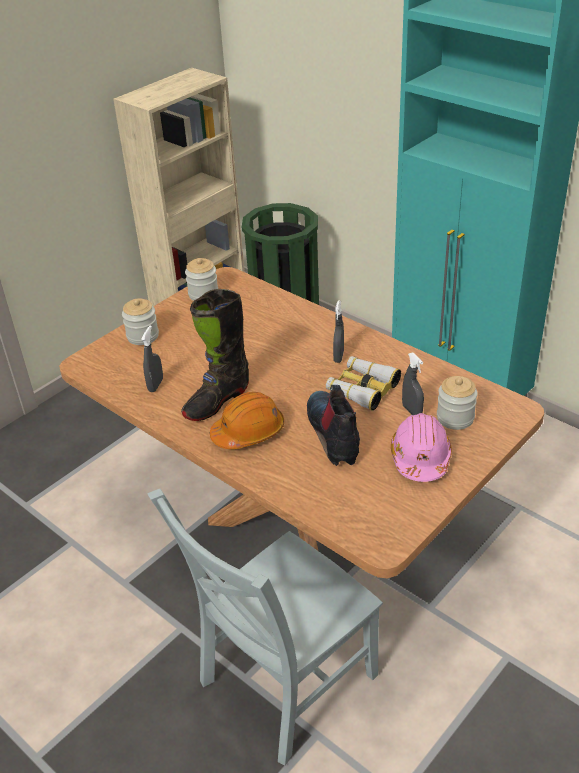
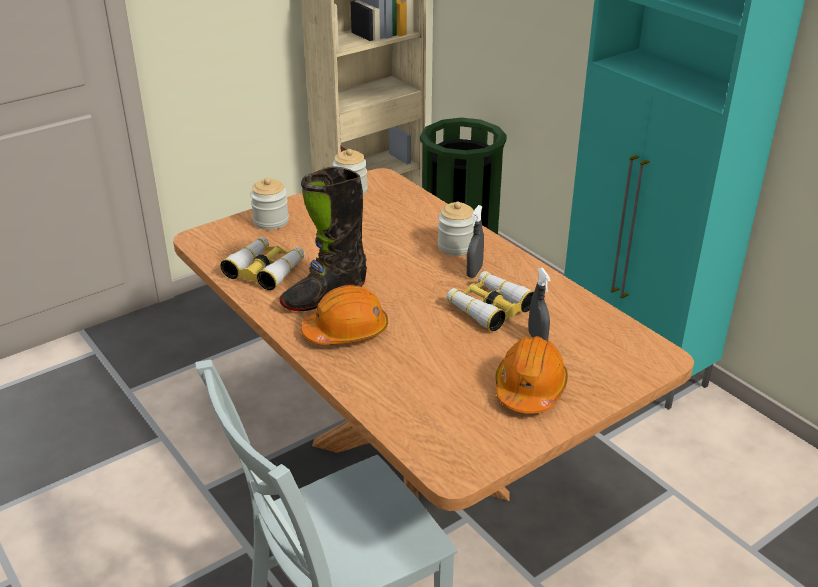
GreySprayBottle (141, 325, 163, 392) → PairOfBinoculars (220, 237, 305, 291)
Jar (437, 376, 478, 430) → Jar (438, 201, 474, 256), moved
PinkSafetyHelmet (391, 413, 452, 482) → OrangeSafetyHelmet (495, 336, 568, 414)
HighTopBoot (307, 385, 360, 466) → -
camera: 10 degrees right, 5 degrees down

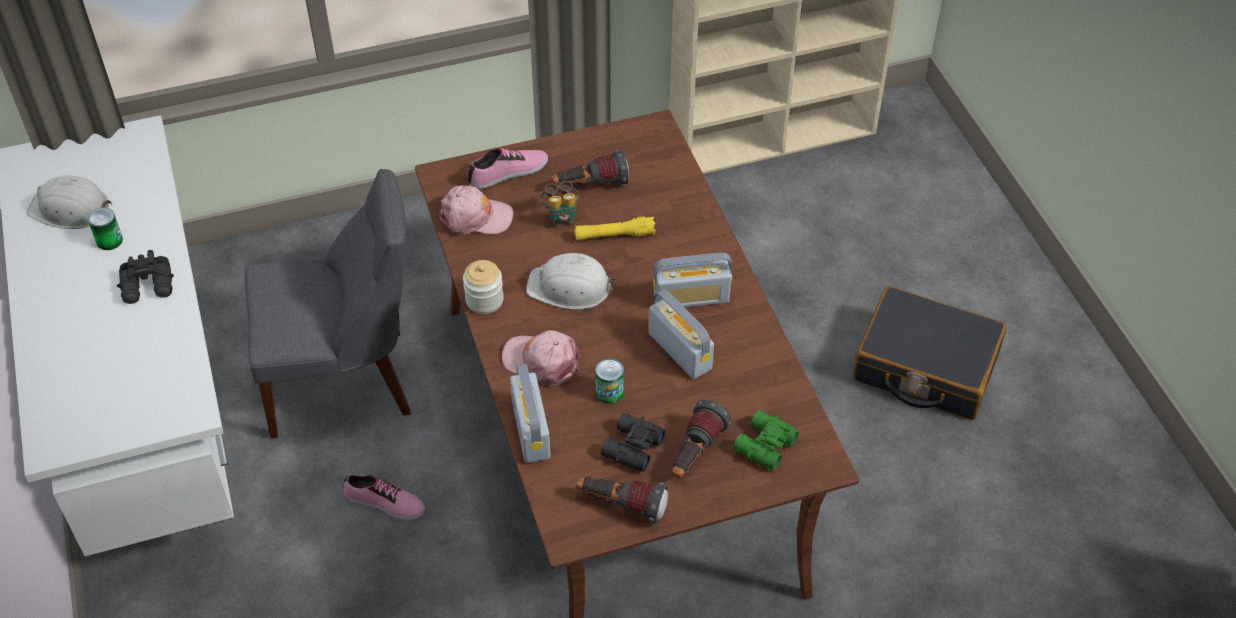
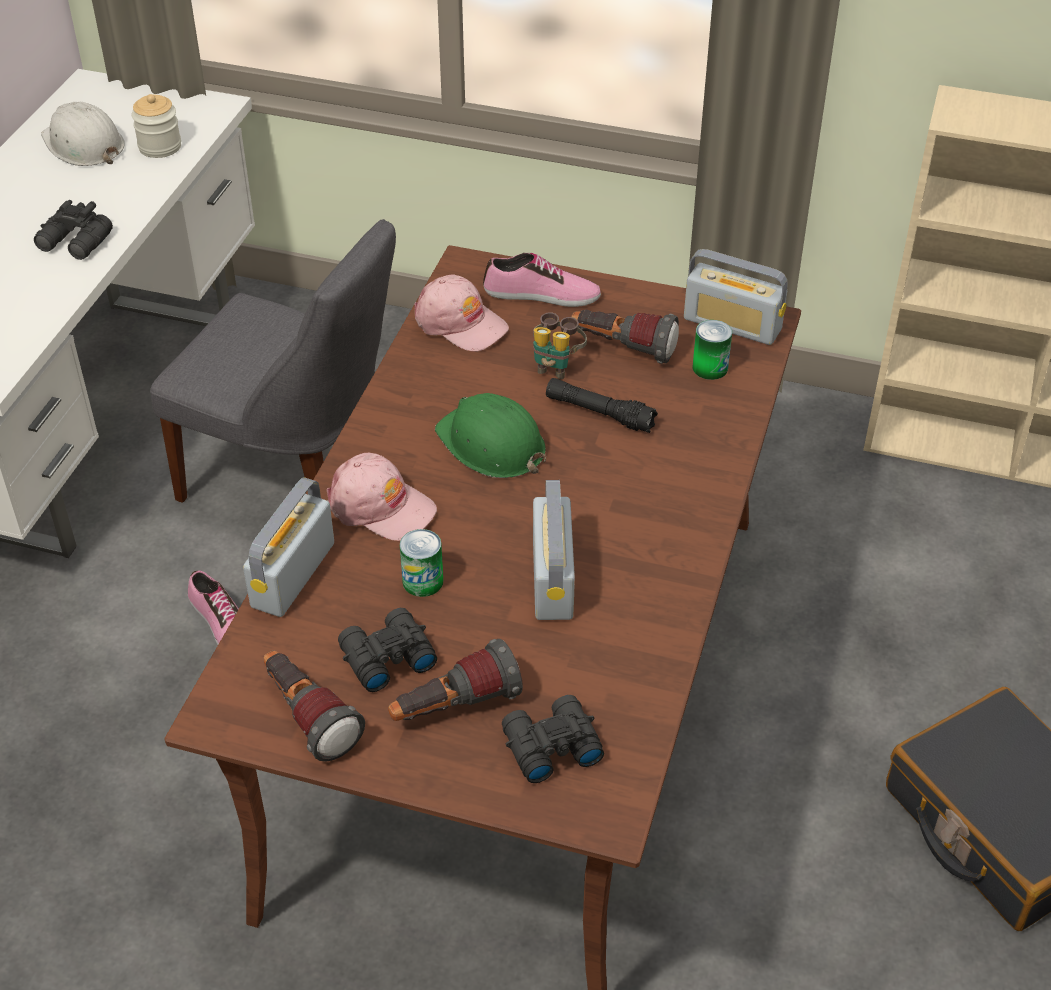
Jar (463, 260, 504, 314) → Jar (131, 94, 181, 158), moved
PinkCap (502, 330, 581, 386) → PinkCap (326, 453, 437, 541), 150 degrees clockwise
WhiteSafetyHelmet (526, 253, 616, 309) → GreenColouredSafetyHelmet (435, 393, 546, 478)
GreenColouredPairOfBinoculars (733, 410, 799, 470) → BlackPairOfBinoculars (502, 695, 604, 783)
YellowColouredTorch (575, 216, 656, 240) → BlackTorch (546, 378, 658, 433)
Radio (653, 253, 732, 308) → Radio (684, 249, 788, 345), moved
MetalCan (88, 208, 123, 250) → MetalCan (692, 320, 732, 380), moved
camera: 35 degrees right, 5 degrees down

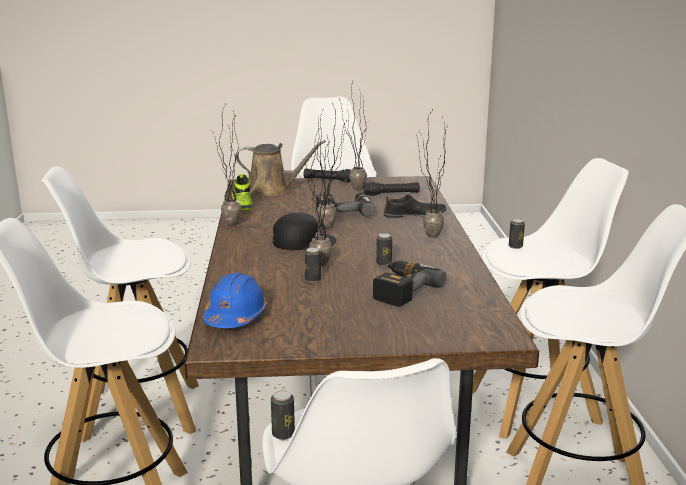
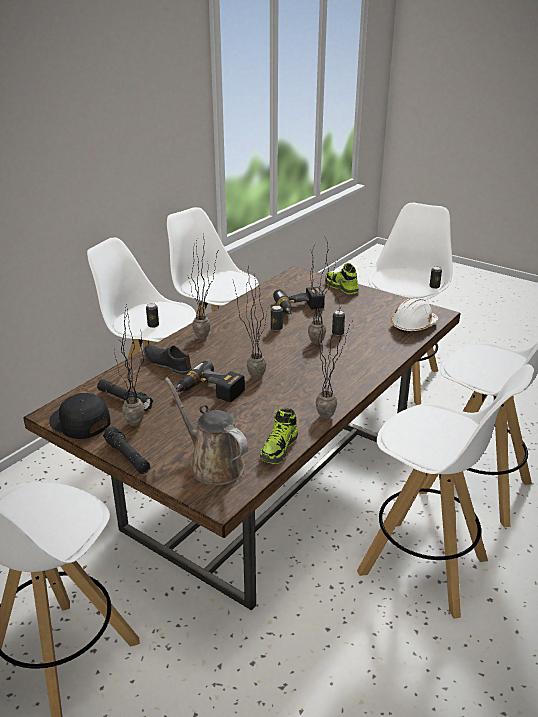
BlackCap (273, 213, 336, 250) → BlackCap (49, 393, 111, 439), moved
- → LowShoe (325, 263, 359, 294)
BlueColouredSafetyHelmet (203, 272, 267, 328) → WhiteSafetyHelmet (390, 298, 438, 333)
camera: 140 degrees left, 10 degrees up

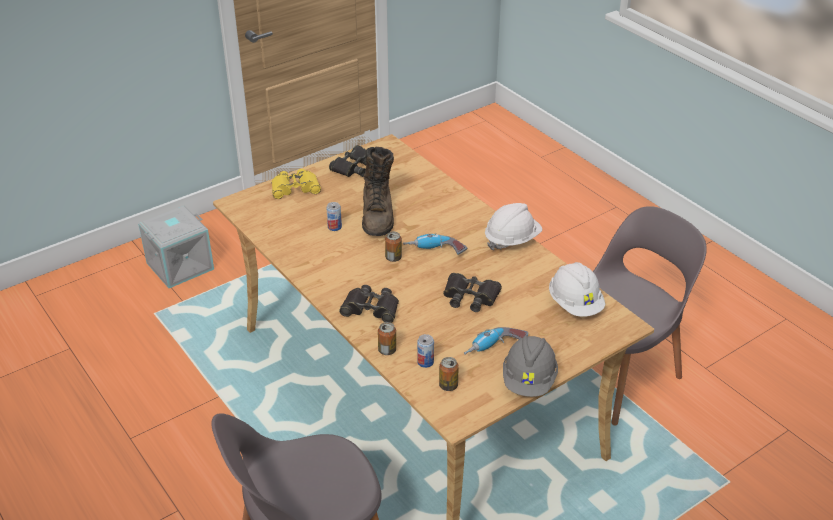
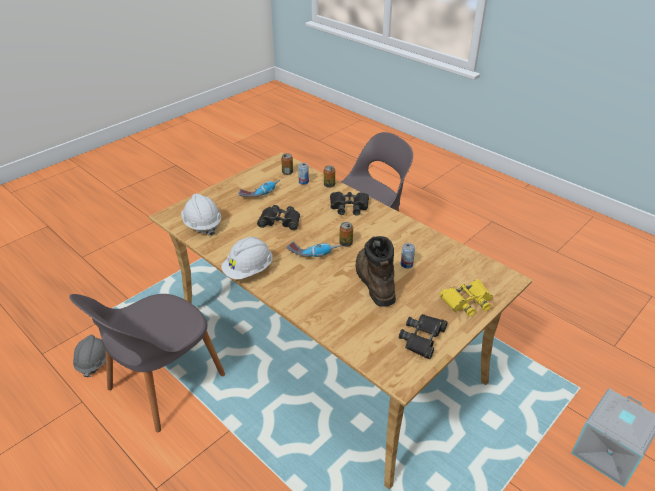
GreySafetyHelmet (503, 335, 558, 397) → GreySafetyHelmet (73, 335, 106, 378), moved
camera: 170 degrees right, 0 degrees up

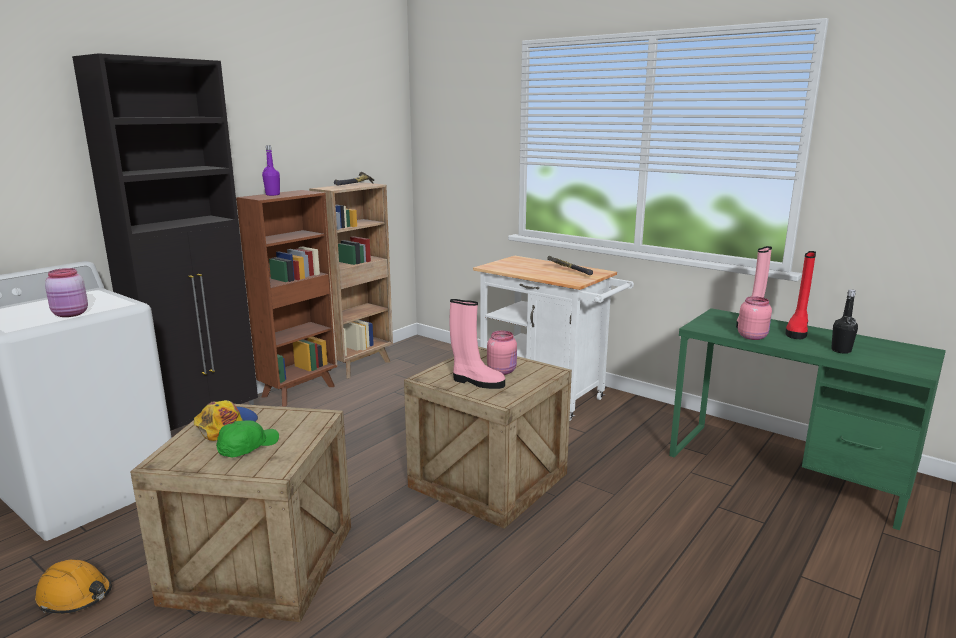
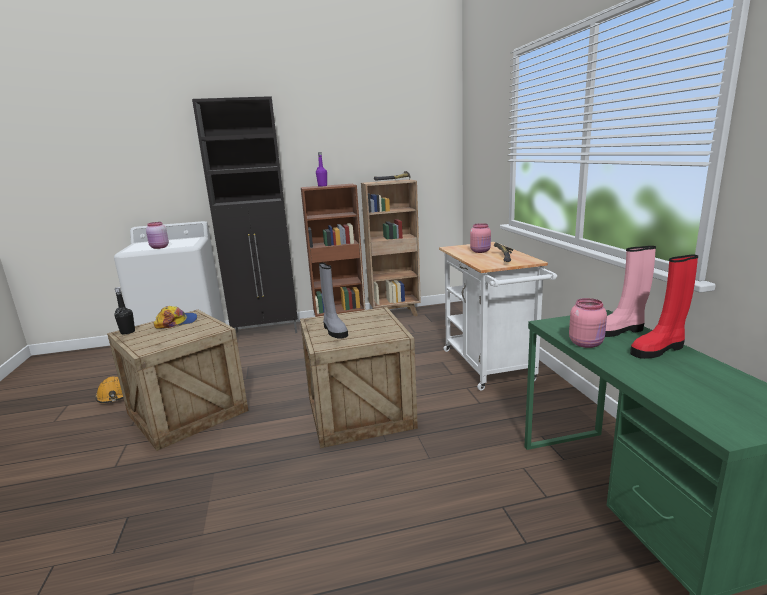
BlackBeverageBottle (831, 289, 858, 354) → BlackBeverageBottle (114, 287, 135, 334), moved
PinkHighTopBoot (450, 299, 505, 389) → GreyHighTopBoot (319, 263, 348, 339)
PinkJar (487, 331, 517, 375) → PinkJar (470, 223, 491, 253), moved
GreenColouredCap (216, 420, 279, 457) → -
camera: 40 degrees right, 0 degrees up

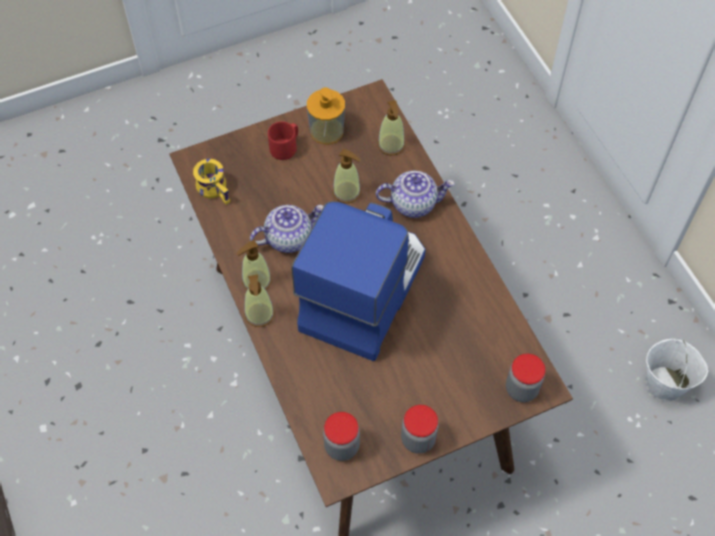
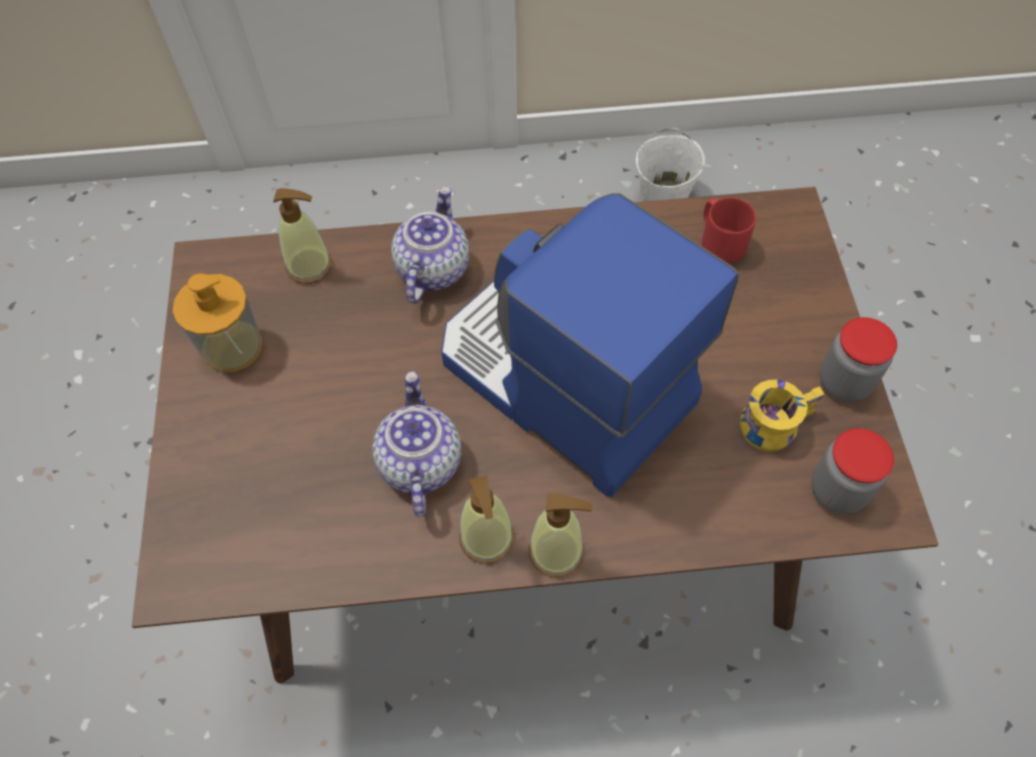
RedMug (268, 121, 298, 160) → RedMug (702, 197, 756, 263), moved
YellowColouredMug (193, 159, 230, 204) → YellowColouredMug (740, 380, 825, 452), moved
LiquidSoapBottle (333, 149, 361, 203) → -
Jar (506, 354, 545, 402) → -
camera: 70 degrees left, 0 degrees up

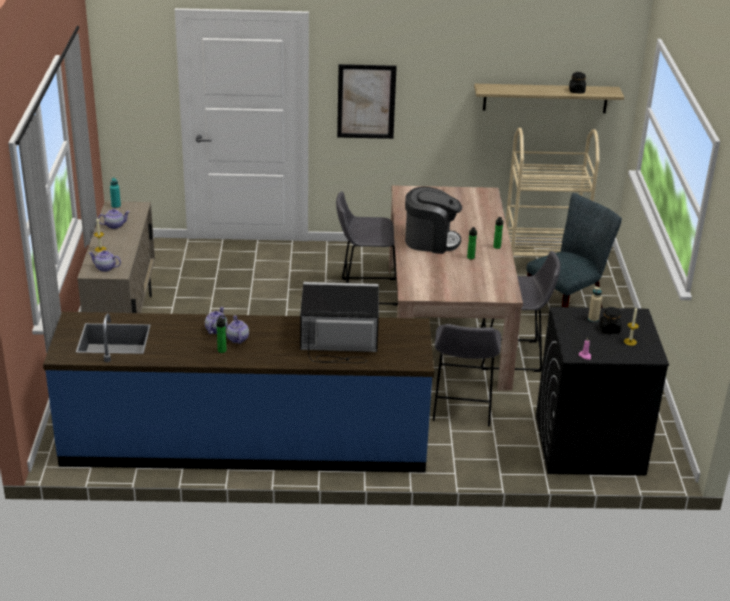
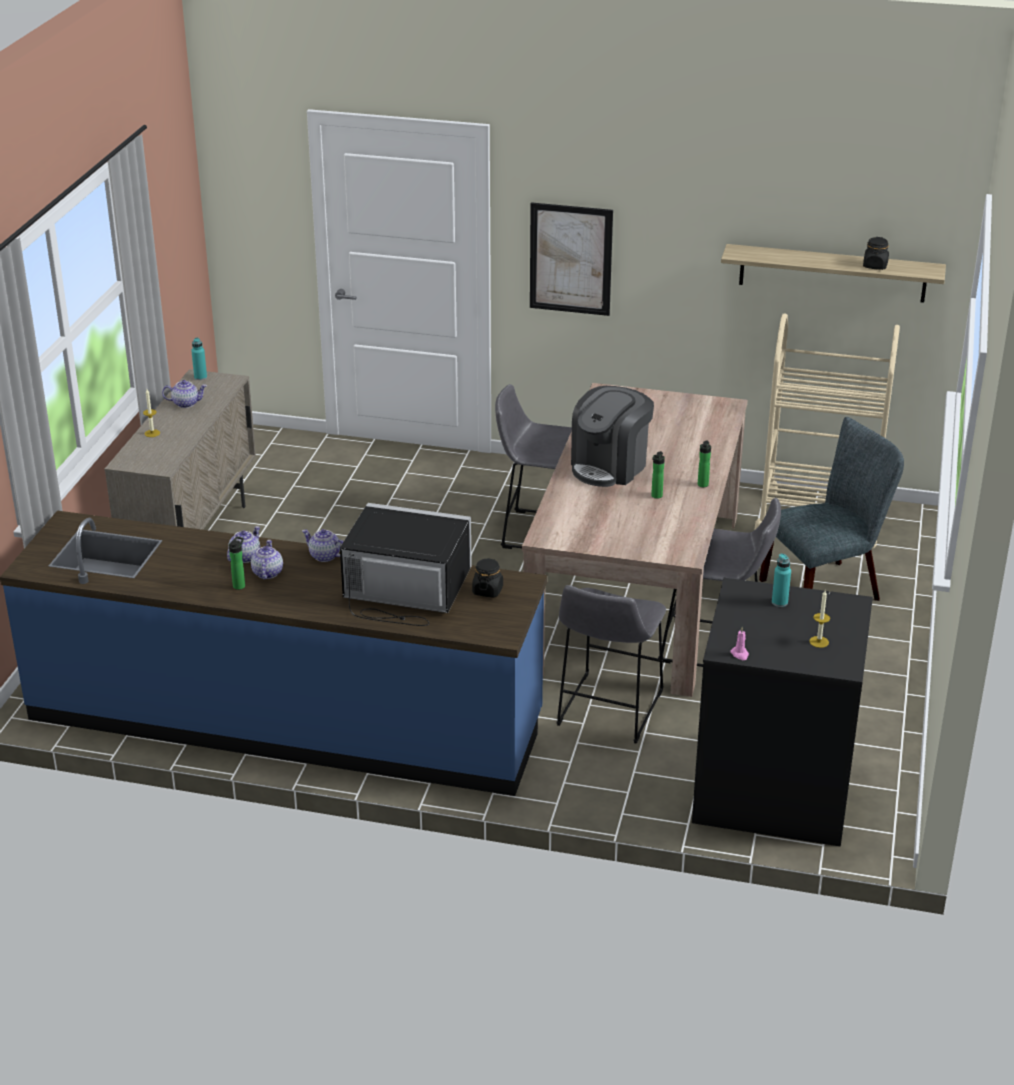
TeaPot (89, 250, 121, 272) → TeaPot (302, 529, 343, 562), moved
BlackJar (600, 307, 621, 334) → BlackJar (472, 558, 503, 598), moved
CoffeeMaker (405, 187, 462, 254) → CoffeeMaker (571, 386, 654, 487), 105 degrees clockwise
SandColouredBeverageBottle (588, 286, 602, 322) → BlueGreenBeverageBottle (772, 553, 791, 607)
camera: 15 degrees right, 0 degrees up

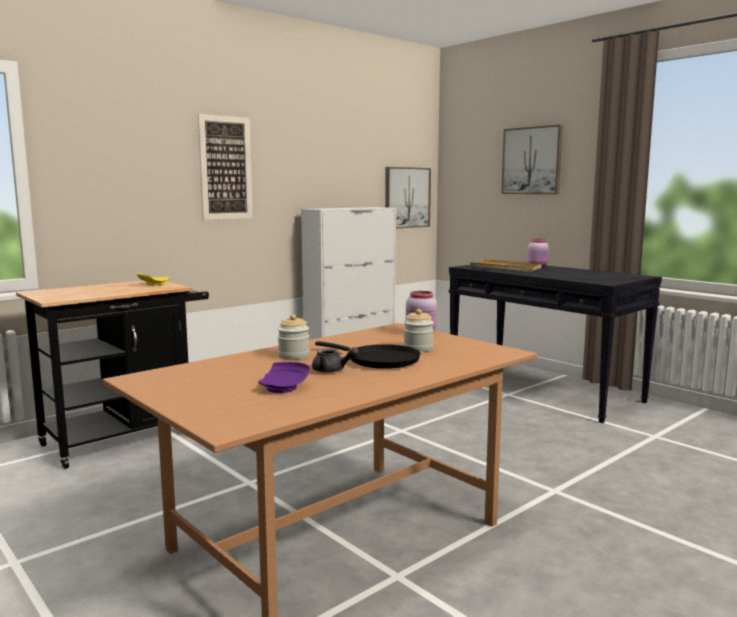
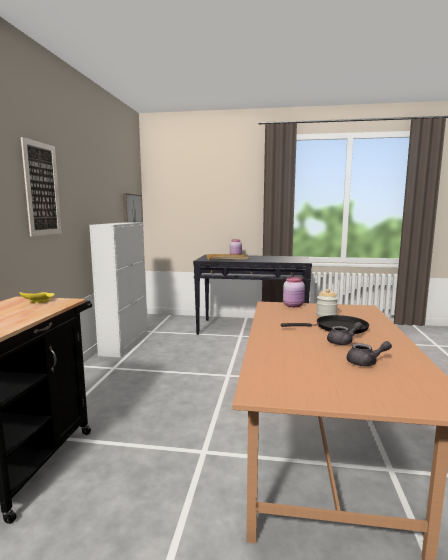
PurplePlate (258, 362, 310, 393) → GreyTeaPot (347, 341, 392, 366)
Jar (278, 314, 310, 359) → -
Picture (501, 125, 563, 194) → -
camera: 40 degrees left, 0 degrees up

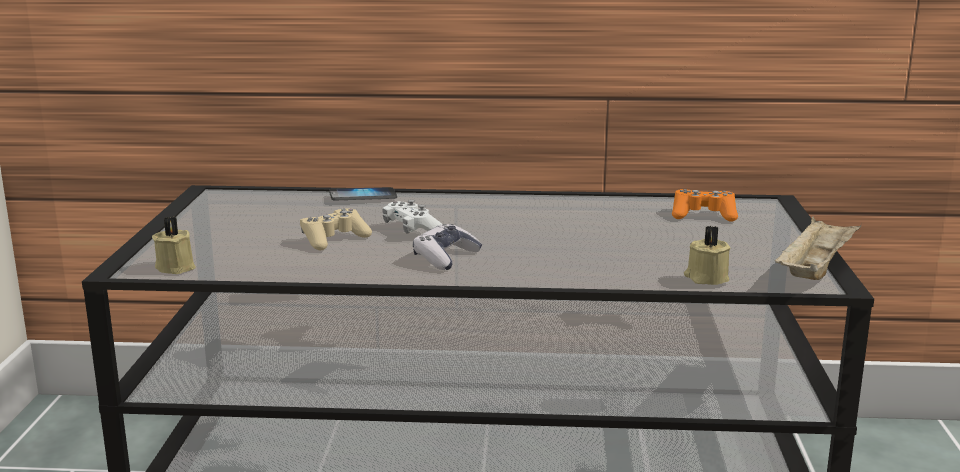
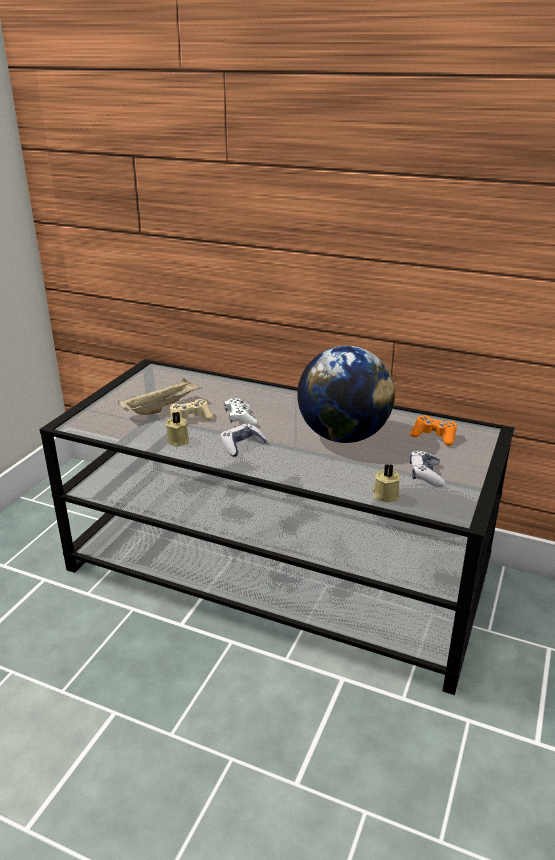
SandColouredTray (774, 216, 861, 280) → SandColouredTray (118, 378, 202, 415), moved
SandColouredWaxCandle (152, 217, 196, 274) → SandColouredWaxCandle (165, 412, 189, 447), moved
- → WorldGlobe (297, 346, 395, 443)
- → Joypad (410, 450, 445, 487)
Telephone (329, 187, 397, 200) → -
camera: 20 degrees right, 10 degrees up

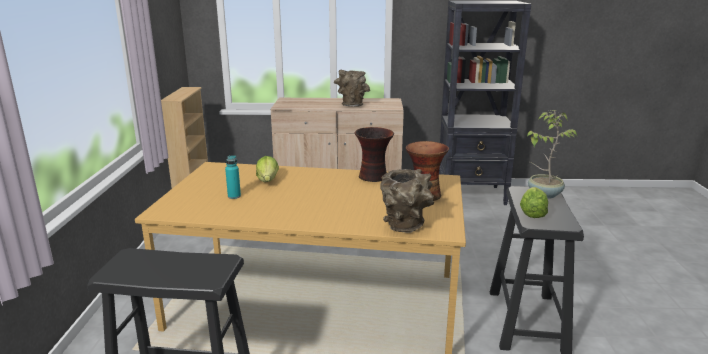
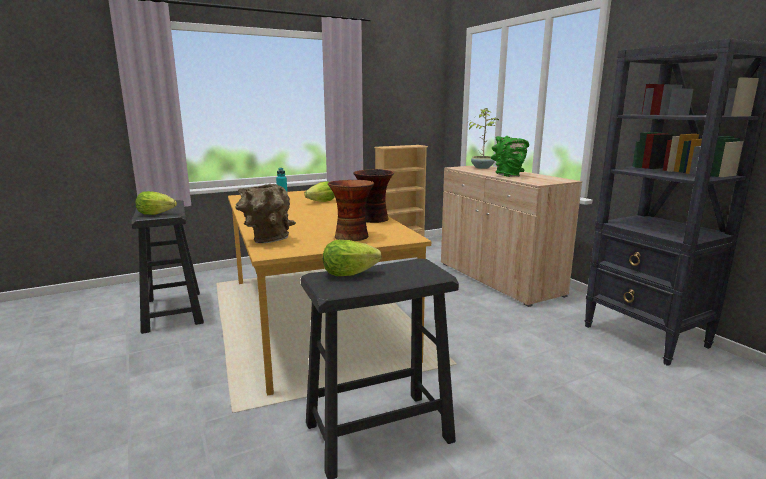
- → LettuceHead (136, 191, 177, 215)
PottedPlant (527, 110, 577, 199) → PottedPlant (467, 108, 500, 169), moved
BrownishVase (334, 70, 370, 107) → GreenColouredVase (491, 136, 529, 177)
camera: 60 degrees right, 5 degrees down

